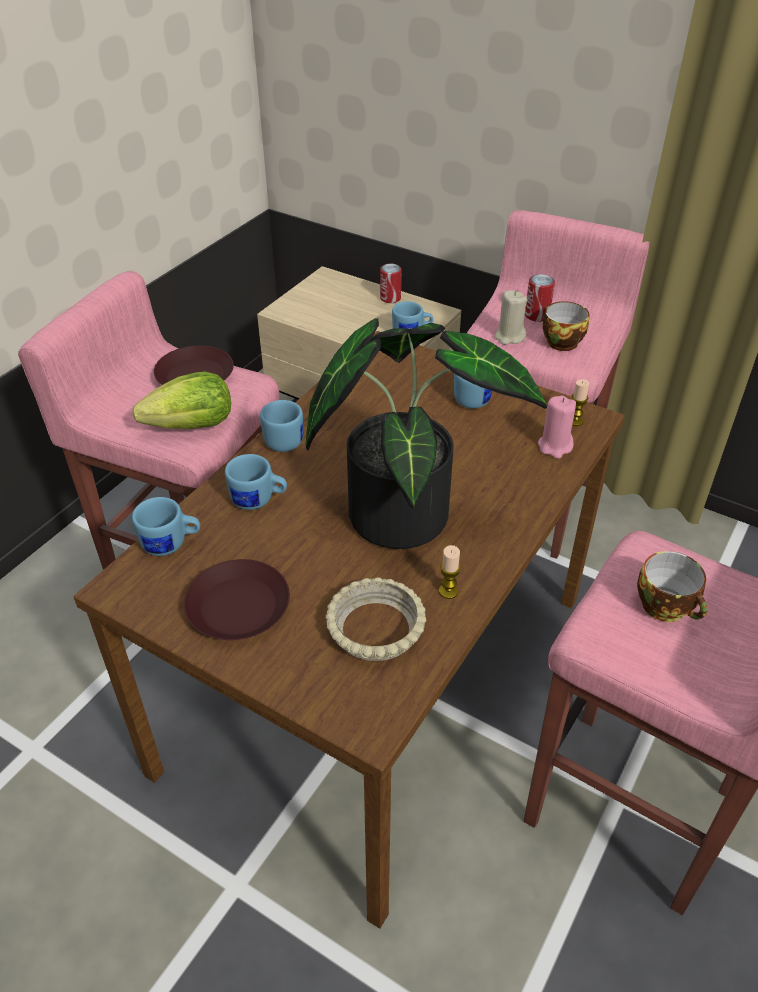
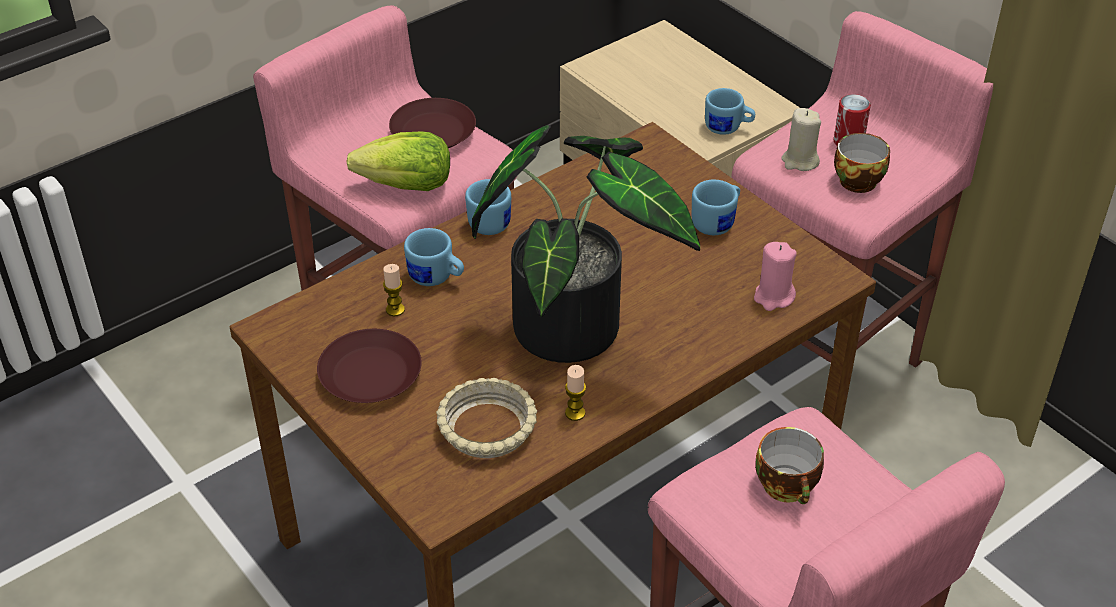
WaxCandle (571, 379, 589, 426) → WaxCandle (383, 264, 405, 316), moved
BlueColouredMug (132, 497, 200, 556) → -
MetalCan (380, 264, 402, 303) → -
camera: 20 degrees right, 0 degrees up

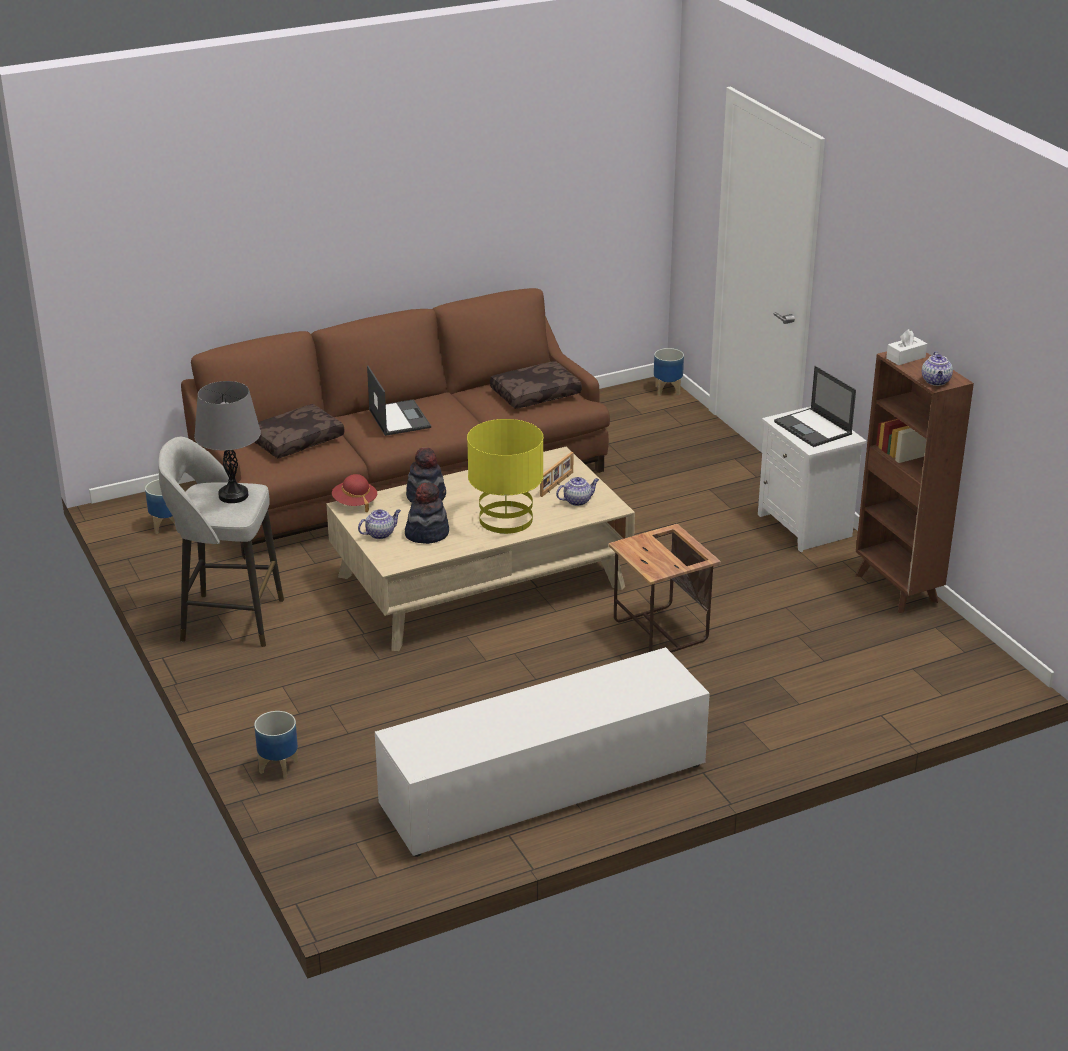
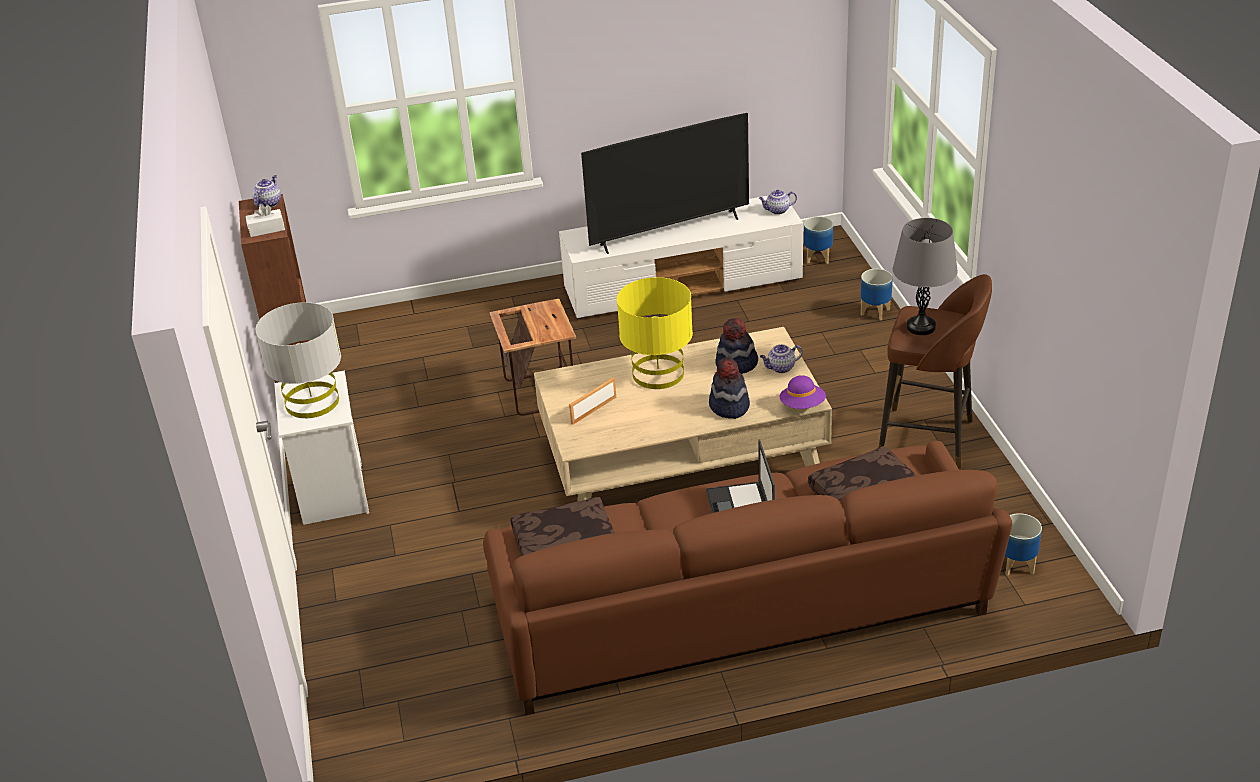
NotebookComputer (774, 366, 856, 447) → GreyLampForATable (256, 302, 341, 418)
- → TvSet (581, 113, 749, 254)
TeaPot (556, 477, 599, 506) → TeaPot (759, 190, 797, 215), moved
RedClothingHat (332, 474, 377, 512) → PurpleClothingHat (779, 375, 826, 409)
Planter (654, 348, 684, 396) → Planter (804, 216, 833, 264), moved
GreyStool (159, 437, 284, 647) → BrownishStool (878, 274, 992, 469)
camera: 165 degrees left, 5 degrees up

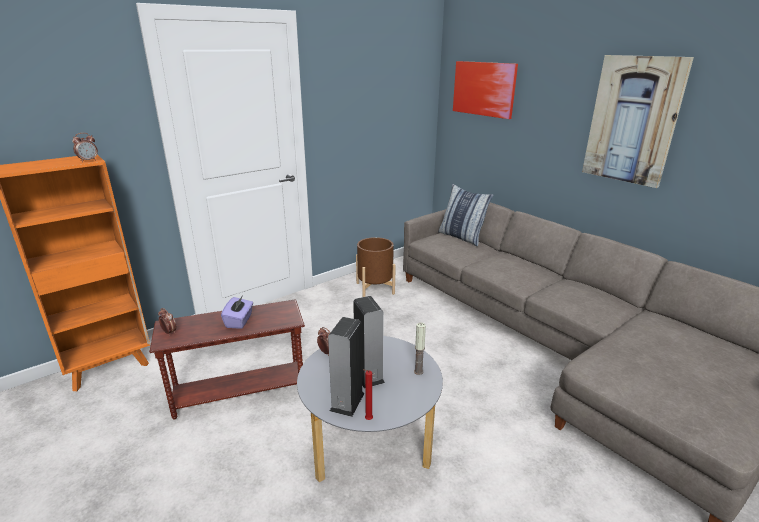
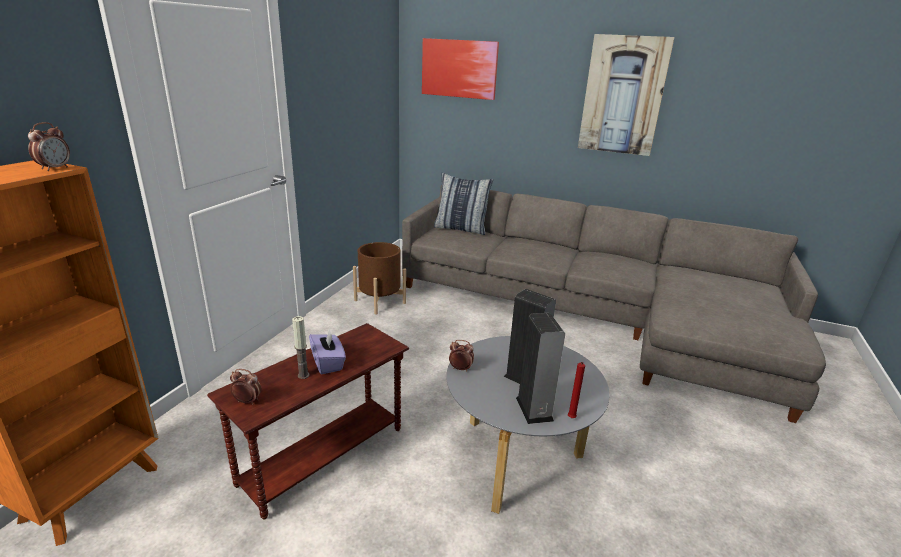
WaxCandle (414, 323, 426, 375) → WaxCandle (292, 316, 309, 379), moved
camera: 30 degrees left, 0 degrees up

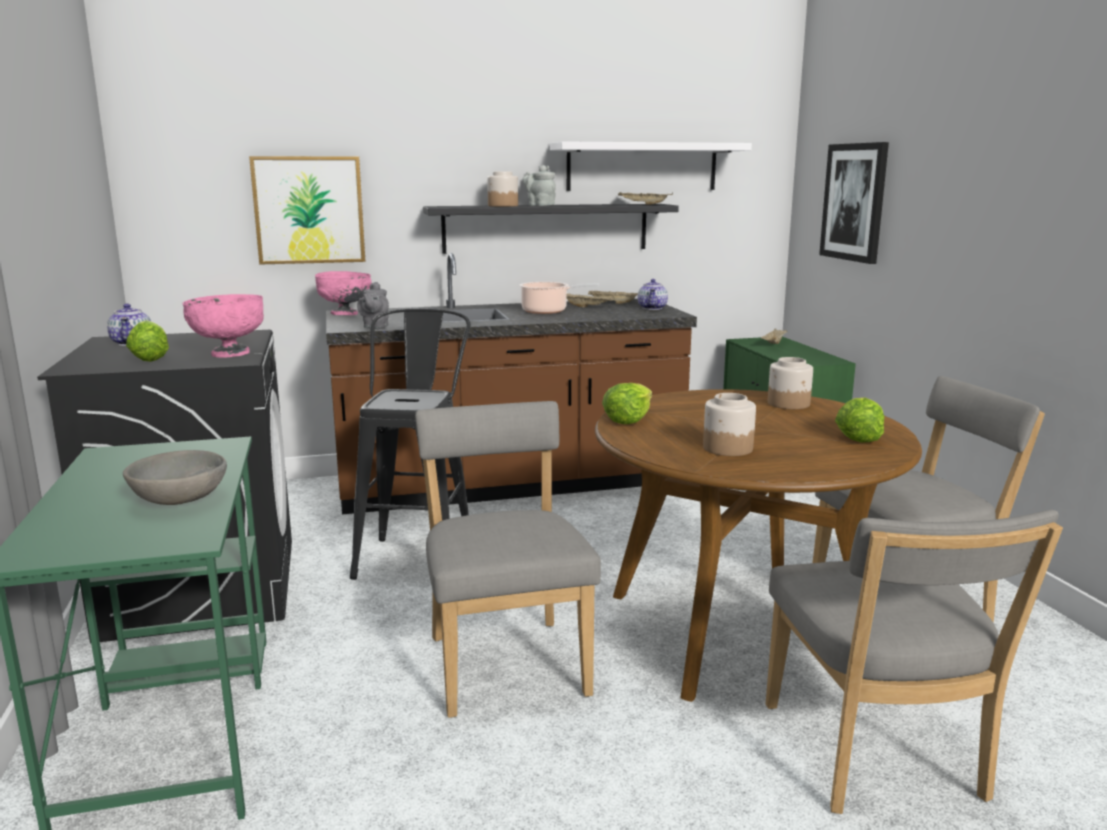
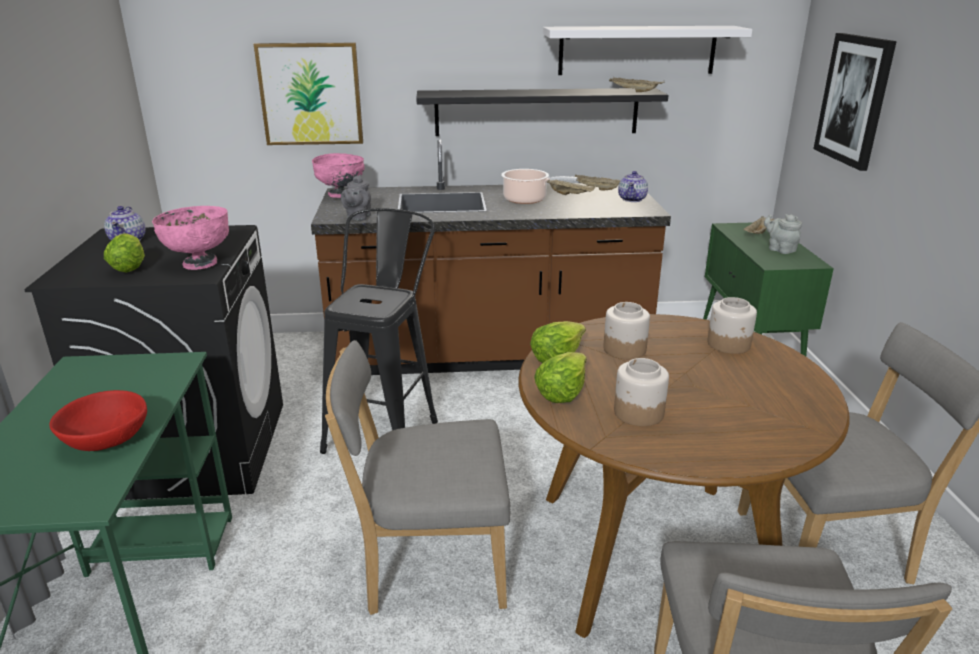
GreyServingBowl (123, 450, 227, 505) → RedServingBowl (50, 390, 147, 451)
GreyPlainChair (415, 401, 601, 718) → GreyPlainChair (325, 340, 511, 615), 90 degrees counterclockwise
LettuceHead (835, 398, 884, 443) → LettuceHead (534, 352, 587, 403), moved
Jar (487, 172, 518, 207) → Jar (603, 302, 650, 359), moved
GreyTeaPot (522, 165, 556, 206) → GreyTeaPot (764, 214, 802, 254), moved
camera: 10 degrees right, 10 degrees up

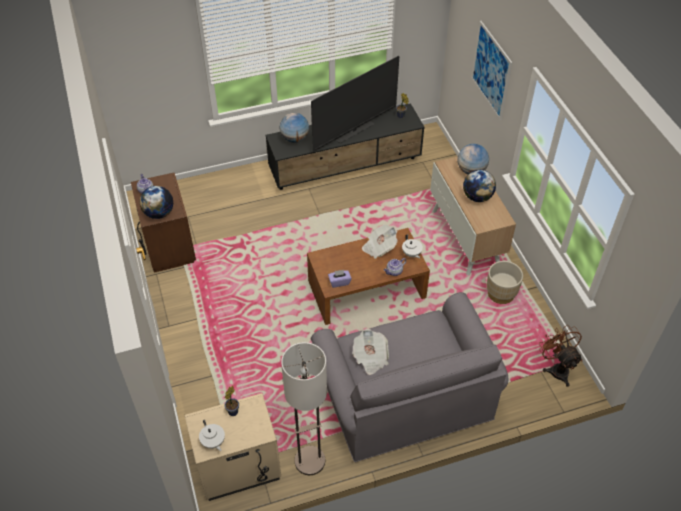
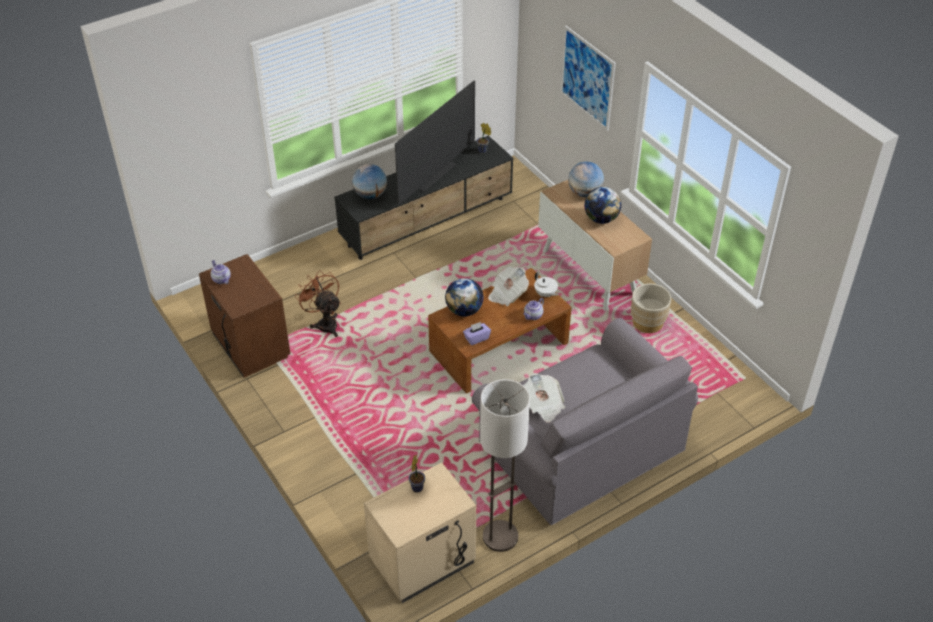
BrownishCoolingFan (539, 325, 582, 387) → BrownishCoolingFan (295, 270, 341, 337), moved
WorldGlobe (140, 186, 173, 219) → WorldGlobe (445, 278, 484, 317), moved
WhiteTeaPot (199, 420, 225, 451) → -
camera: 15 degrees left, 5 degrees down

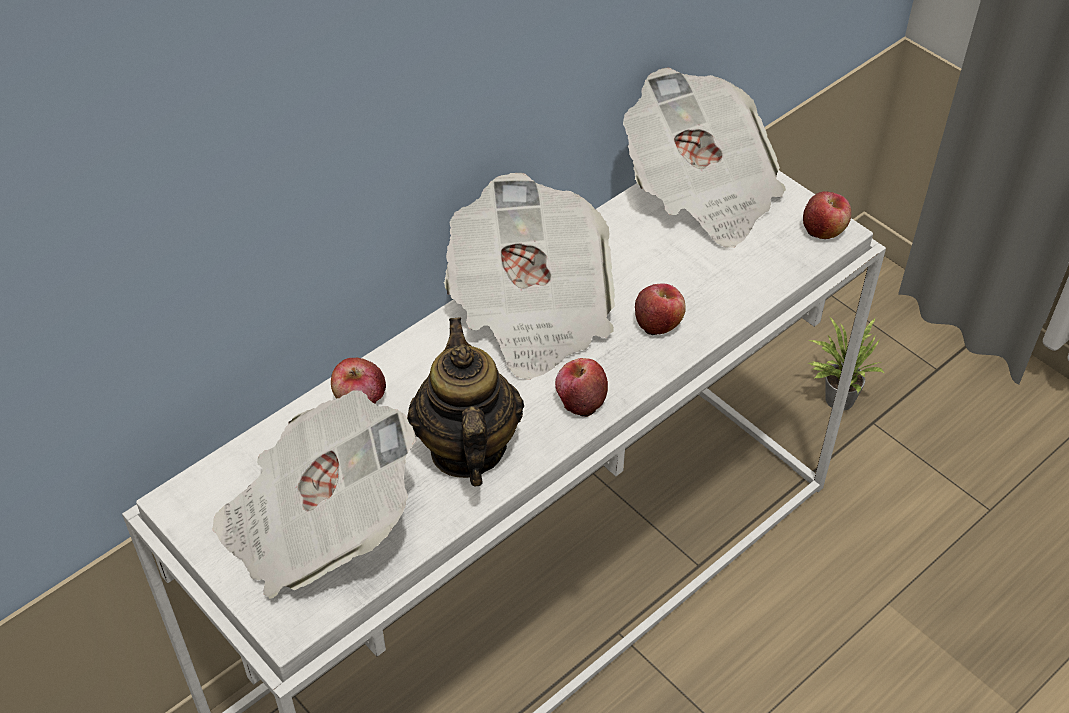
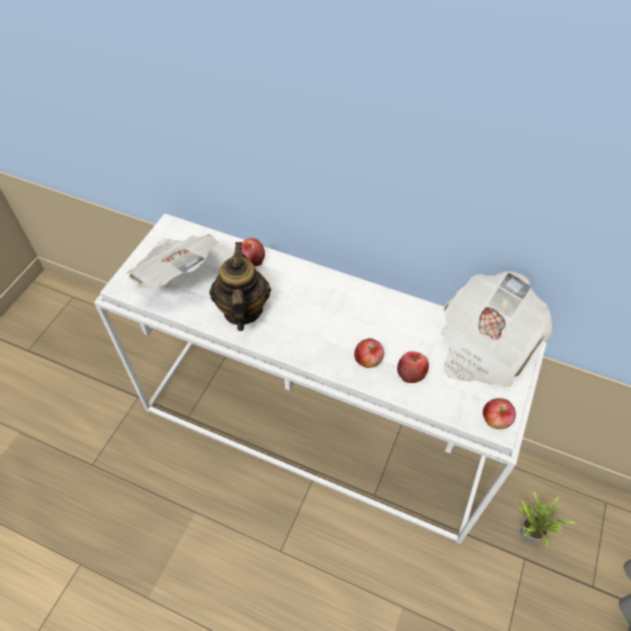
TeaPot (407, 317, 524, 487) → TeaPot (209, 242, 271, 331), 60 degrees counterclockwise
AppleFruit (555, 358, 608, 417) → AppleFruit (397, 351, 429, 383), moved
Newspaper (444, 173, 615, 380) → -
camera: 65 degrees right, 5 degrees up

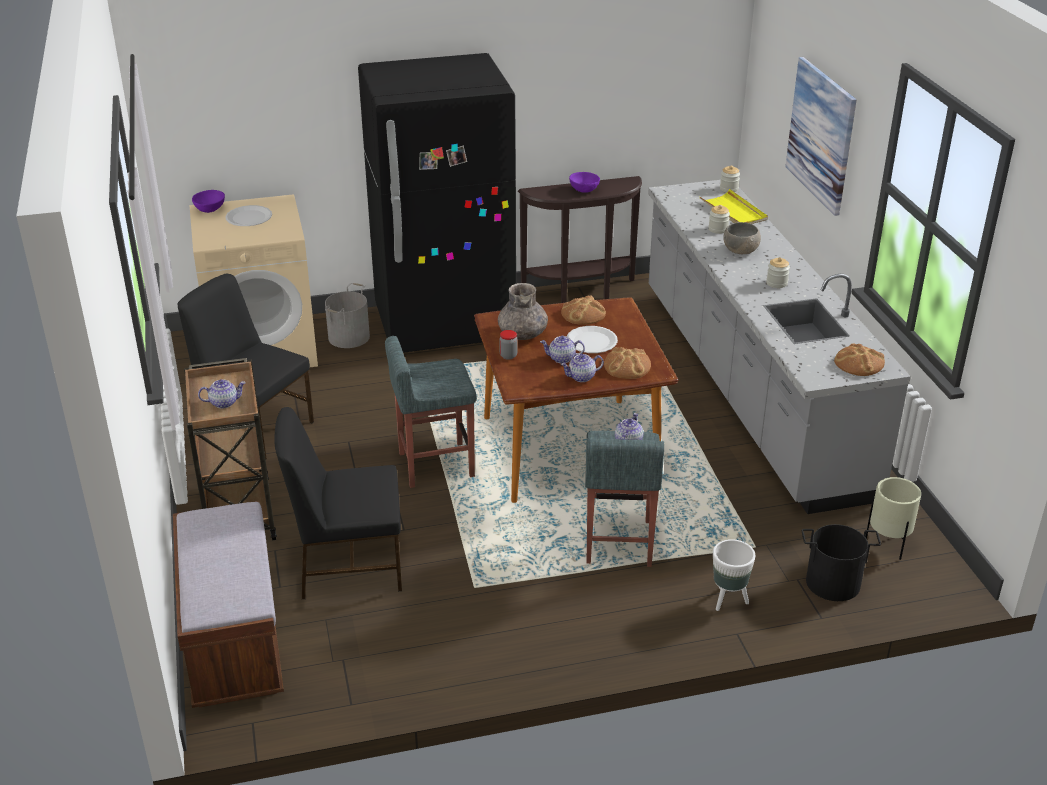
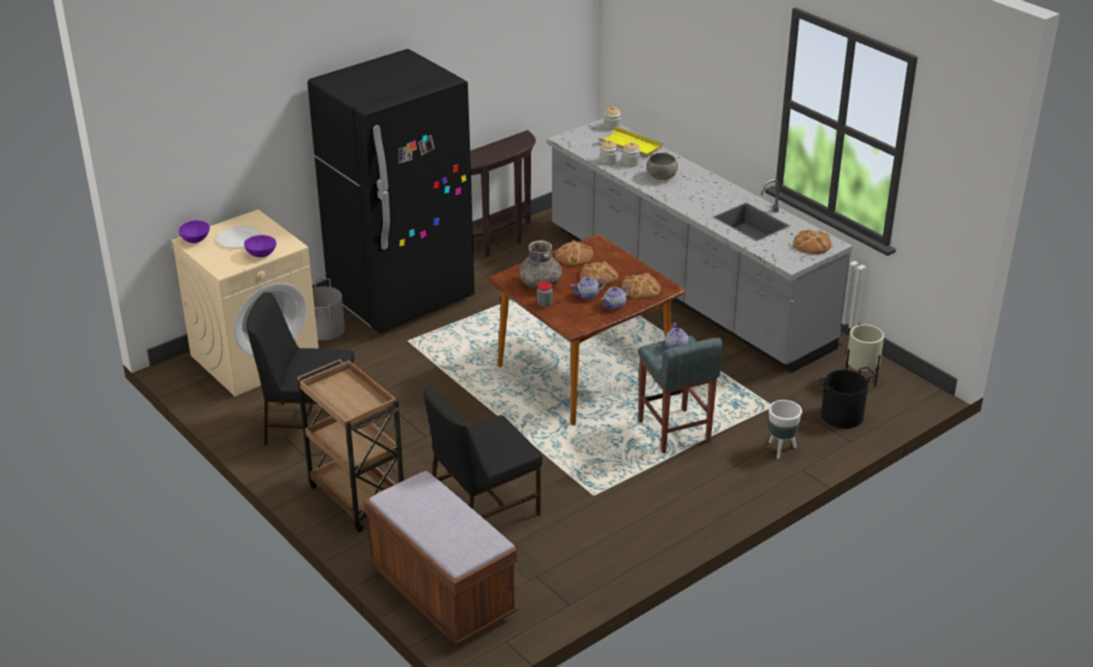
PurpleServingBowl (569, 172, 600, 193) → PurpleServingBowl (244, 235, 276, 257), moved
WhitePlate (567, 326, 618, 353) → BakedBread (580, 261, 619, 286)
Jar (766, 257, 790, 288) → Jar (600, 140, 618, 165), moved
TeaPot (198, 379, 246, 409) → -
GreyStool (385, 336, 477, 488) → -
Picture (785, 57, 857, 216) → -
camera: 25 degrees left, 0 degrees up

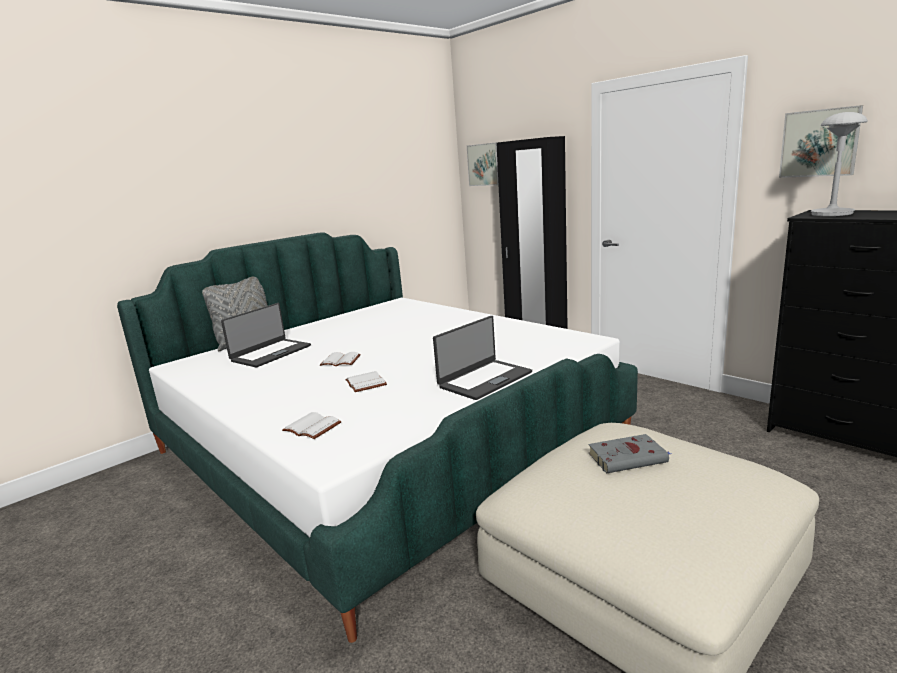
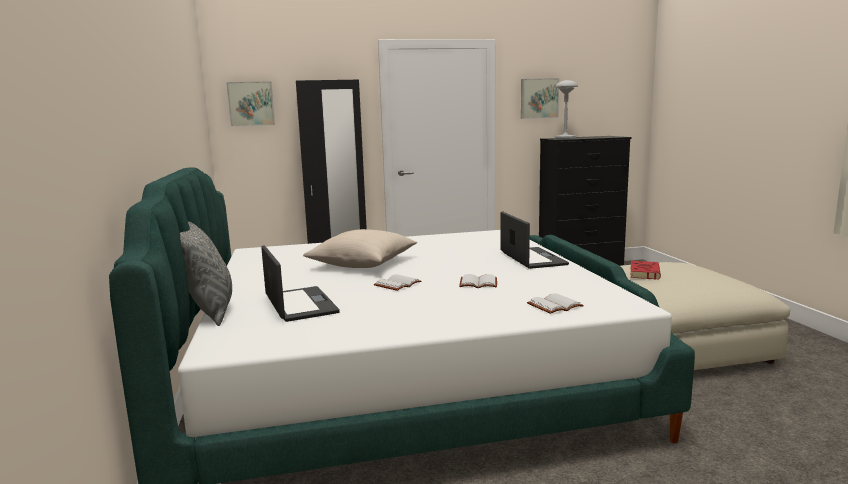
- → SandColouredCushion (303, 229, 417, 268)
GreyBook (589, 434, 671, 473) → RedBook (630, 261, 661, 280)
camera: 60 degrees left, 5 degrees down

